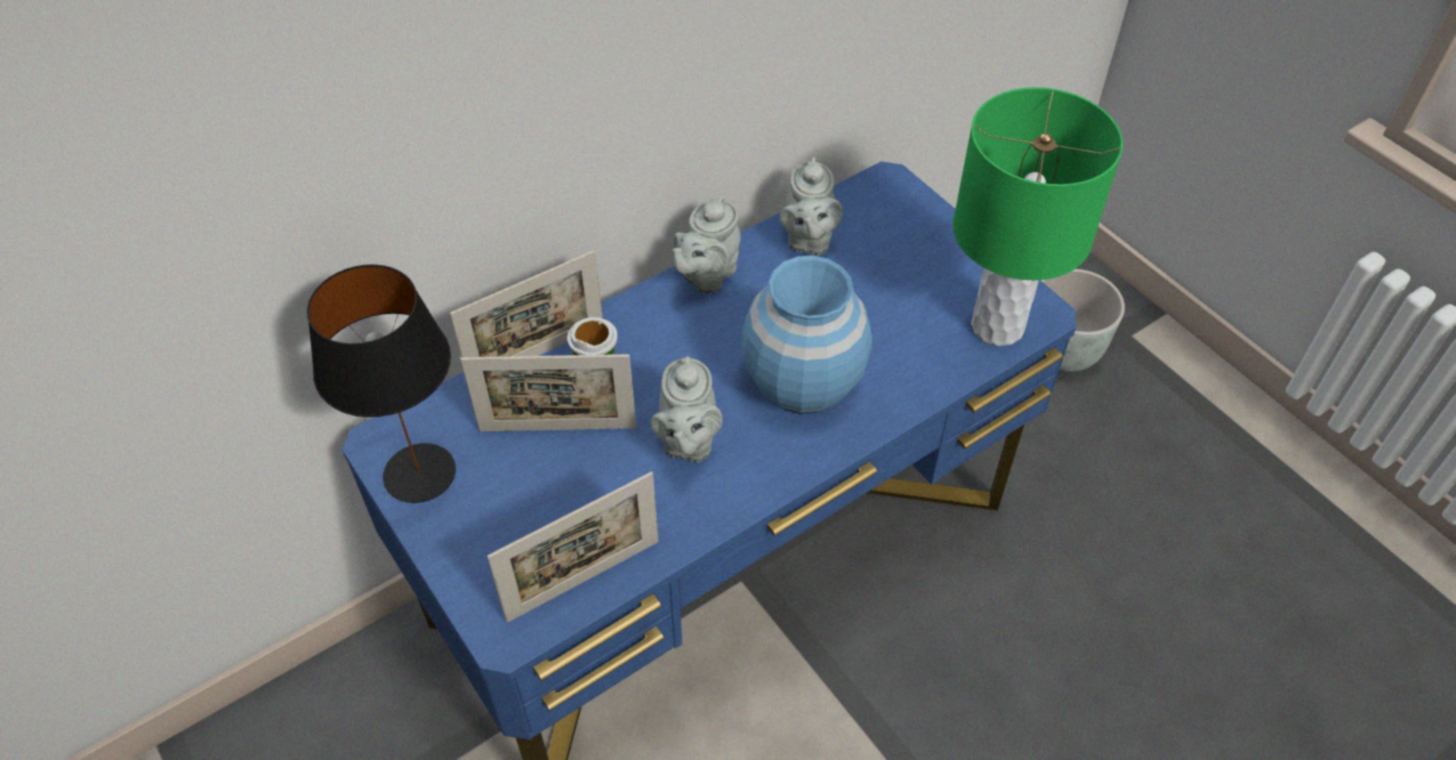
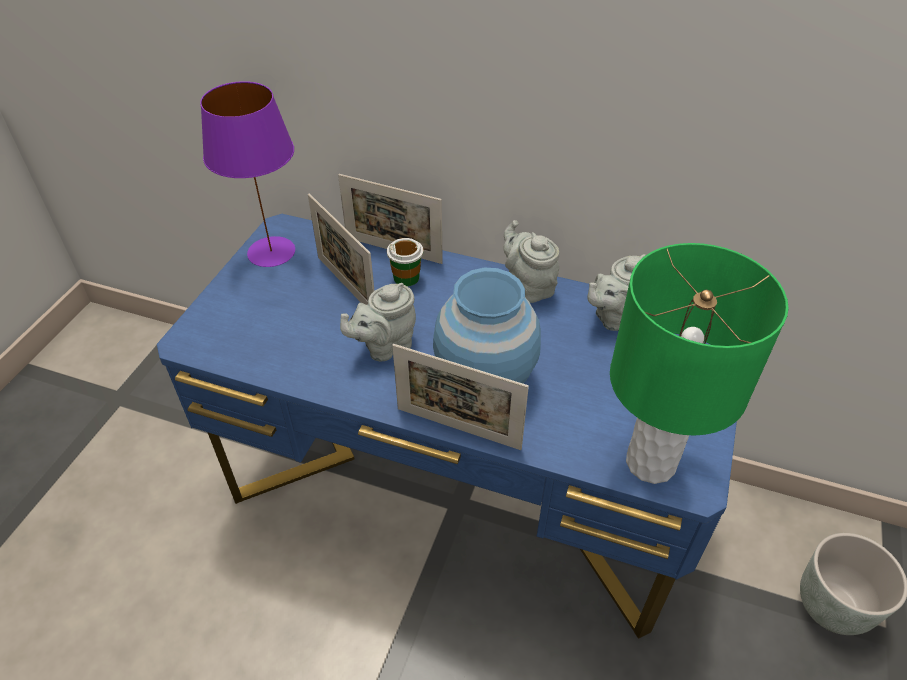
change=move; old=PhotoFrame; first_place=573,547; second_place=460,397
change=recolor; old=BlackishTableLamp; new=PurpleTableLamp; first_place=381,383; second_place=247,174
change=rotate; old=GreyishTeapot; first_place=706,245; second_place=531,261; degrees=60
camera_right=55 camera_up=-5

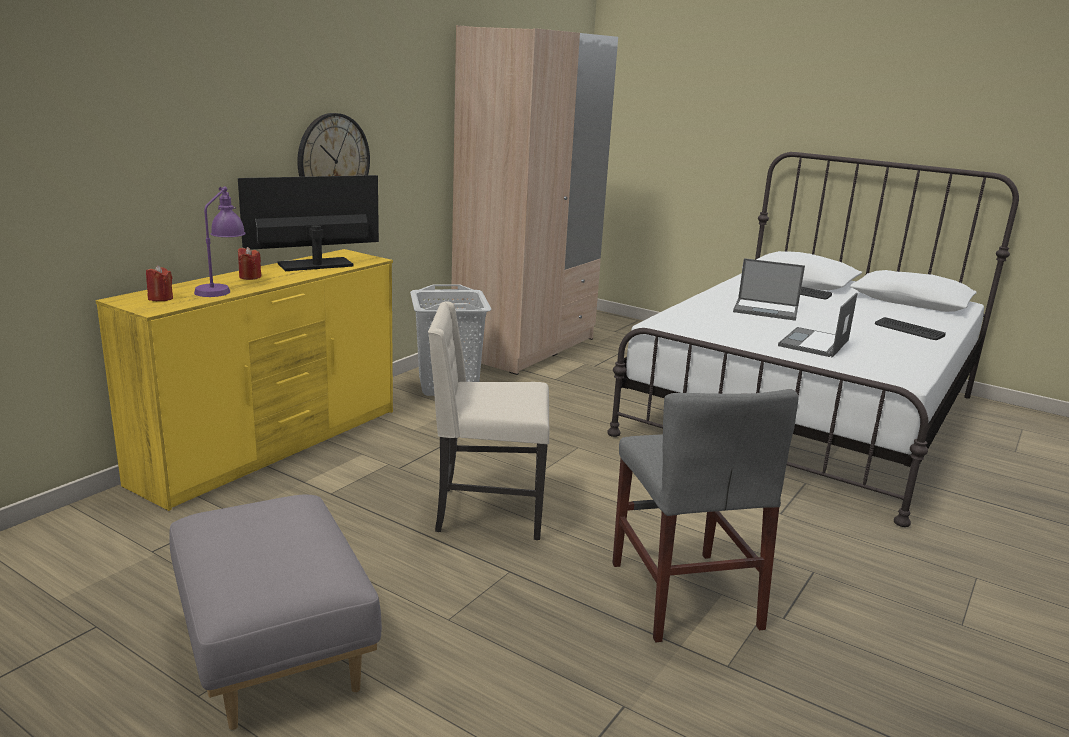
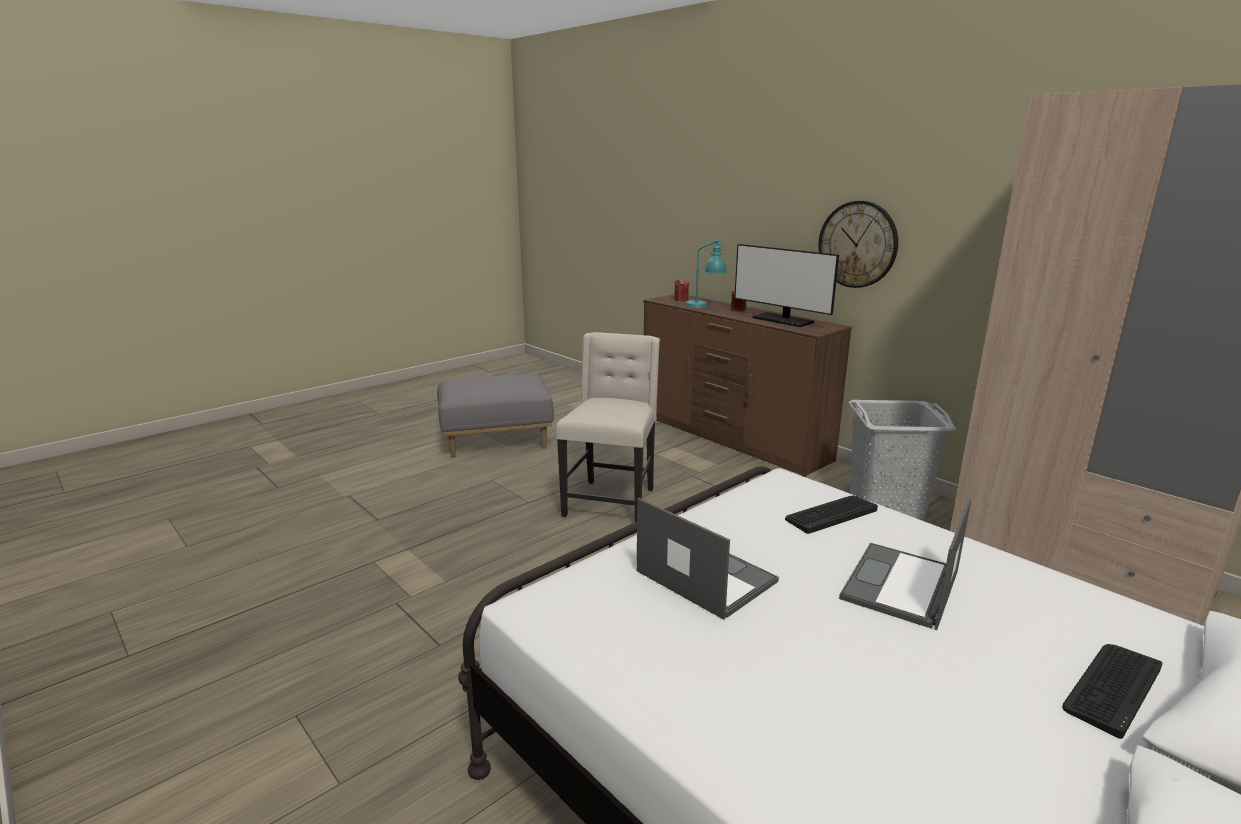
change=delete; old=GreyishPlainChair; first_place=705,515
change=move; old=ComputerKeyboard; first_place=910,328; second_place=831,515
change=recolor; old=YellowColouredChestOfDrawers; new=BrownColouredChestOfDrawers; first_place=244,380; second_place=747,385
change=recolor; old=PurpleTableLamp; new=BlueGreenTableLamp; first_place=220,241; second_place=706,273
change=rotate; old=ComputerScreen; first_place=308,223; second_place=786,285; degrees=150
camera_right=105 camera_up=0

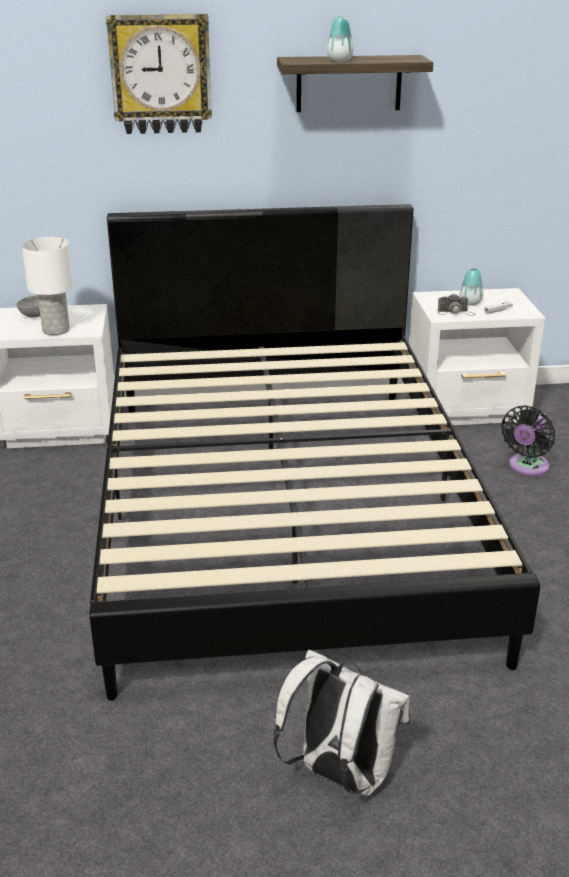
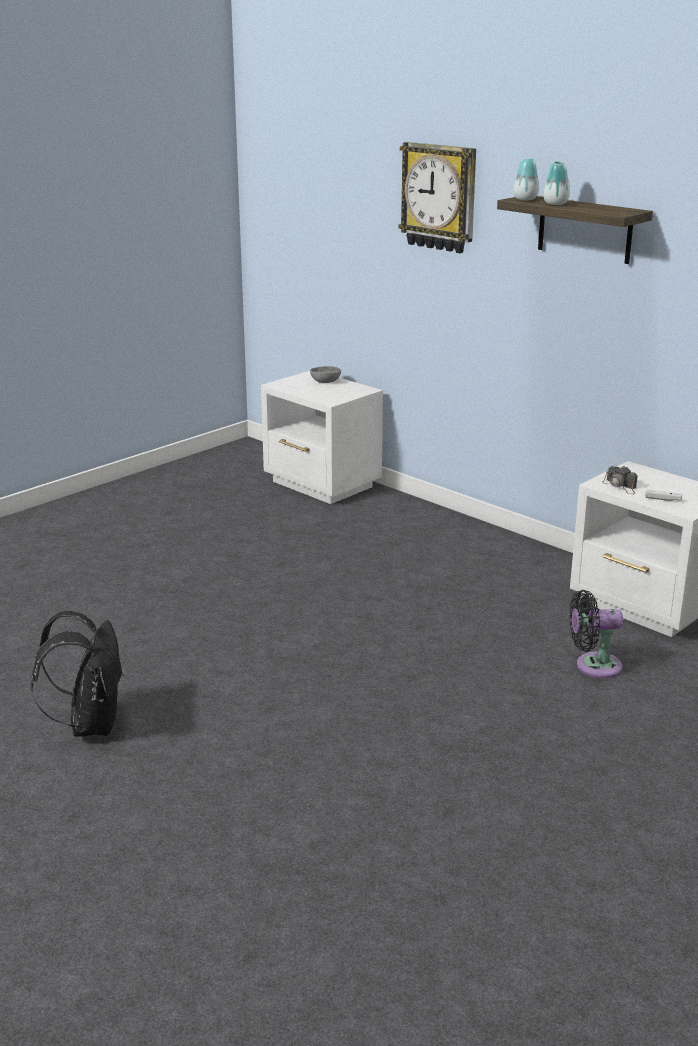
change=delete; old=WhiteColouredTableLamp; first_place=48,286
change=delete; old=BlackishBedroomBed; first_place=314,452
change=move; old=DecorativeVase; first_place=471,287; second_place=526,179
change=recolor; old=WhiteColouredKnapsack; new=BlackishKnapsack; first_place=341,723; second_place=77,673
camera_right=50 camera_up=-5

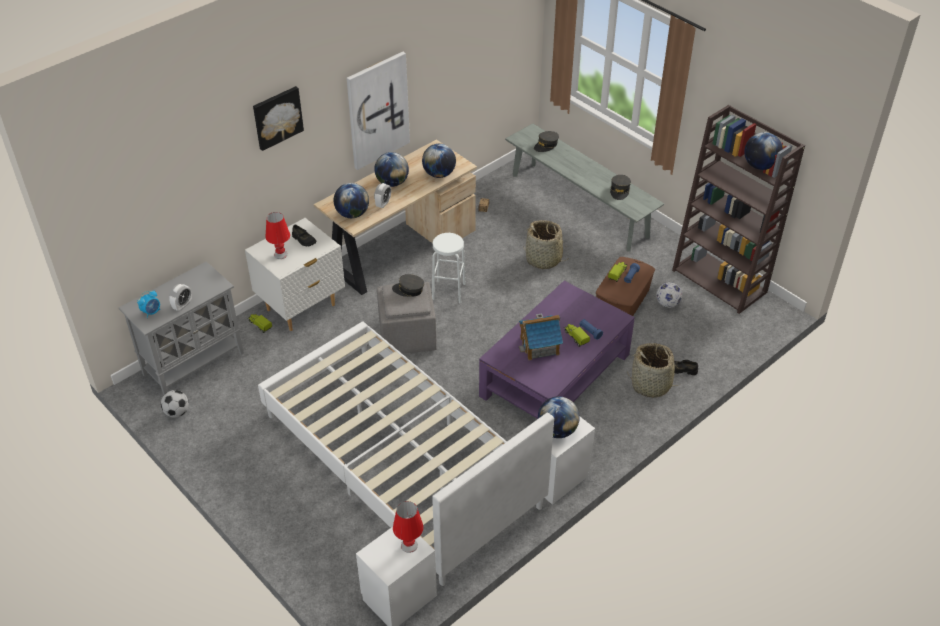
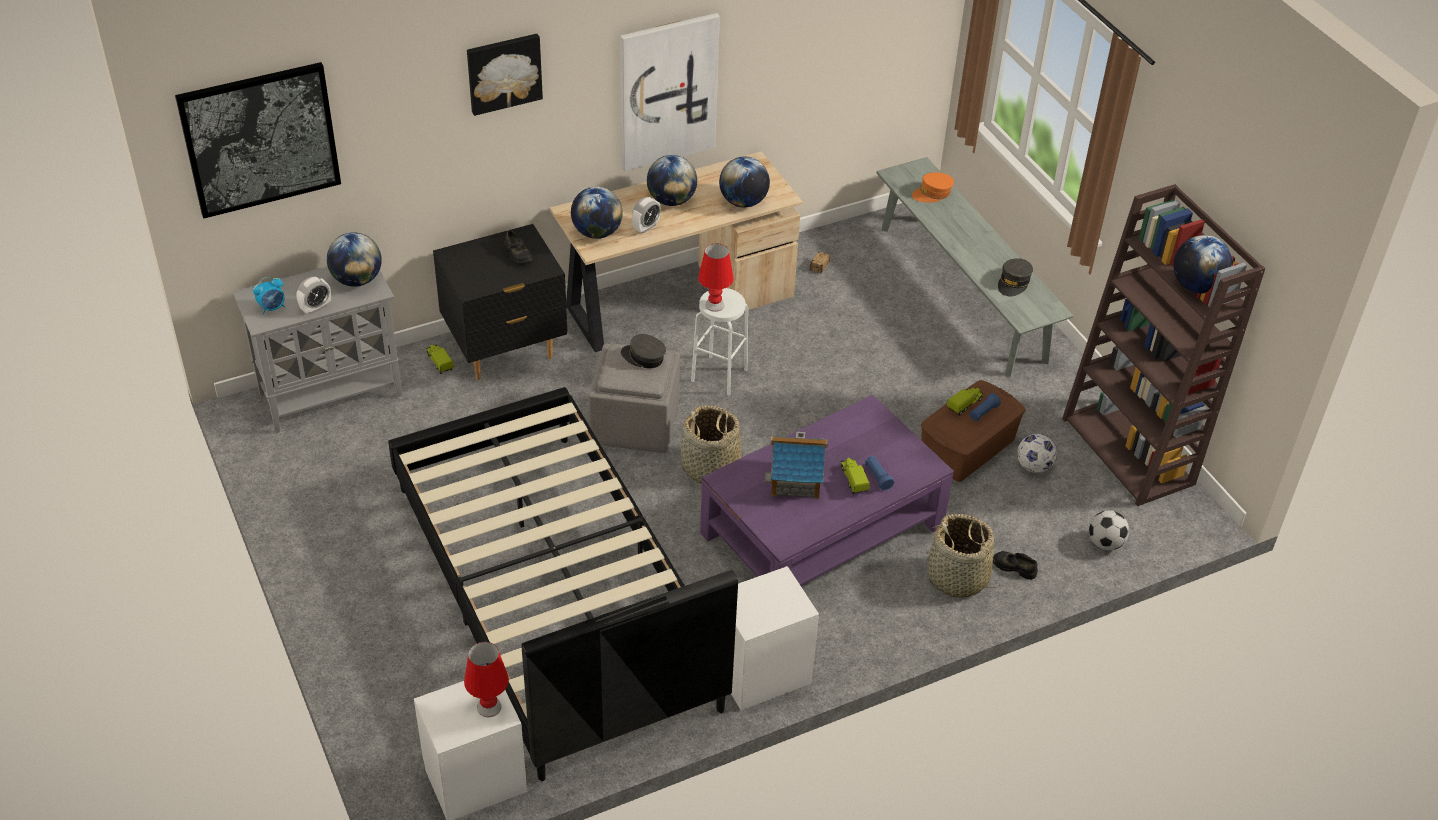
change=insert; new=Picture; second_place=258,140
change=move; old=Football; first_place=175,404; second_place=1109,530
change=move; old=ReddishTableLamp; first_place=278,235; second_place=716,277
change=move; old=StorageBasket; first_place=546,244; second_place=711,444
change=move; old=WorldGlobe; first_place=559,417; second_place=354,259
change=recolor; old=WhiteColouredNightTable; new=BlackishNightTable; first_place=295,274; second_place=500,302
change=recolor; old=WhiteColouredBedroomBed; new=BlackishBedroomBed; first_place=406,453; second_place=563,584
change=recolor; old=GreyishBaseballCap; new=OrangeyBaseballCap; first_place=546,141; second_place=933,187
camera_right=15 camera_up=0

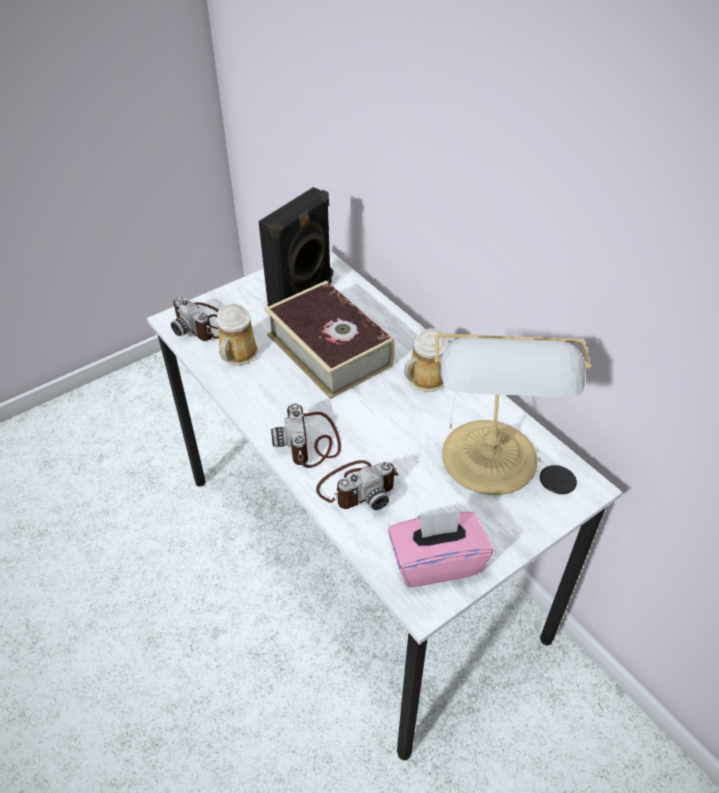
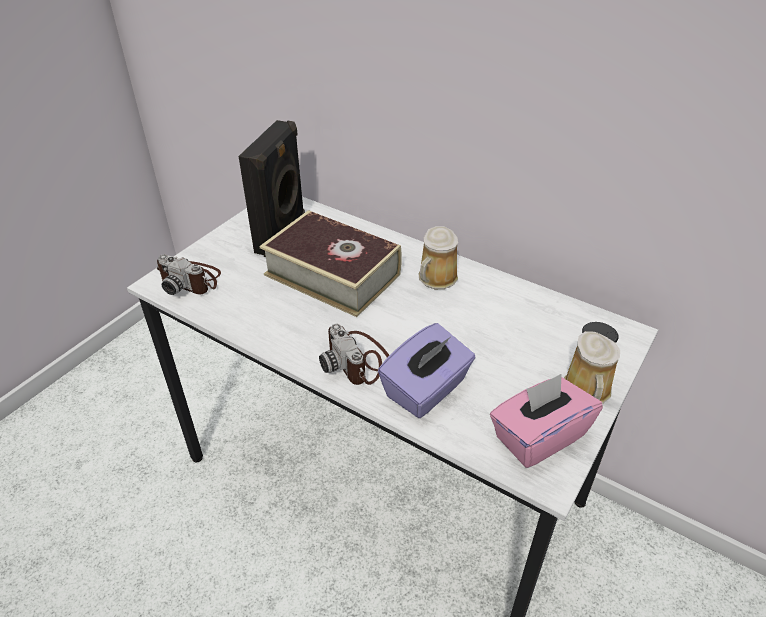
change=delete; old=TableLamp; first_place=512,414
change=move; old=Mug; first_place=237,335; second_place=592,367
change=replace; old=StillCamera; new=PurpleTissueHolder; first_place=357,485; second_place=427,370
camera_right=-20 camera_up=-5

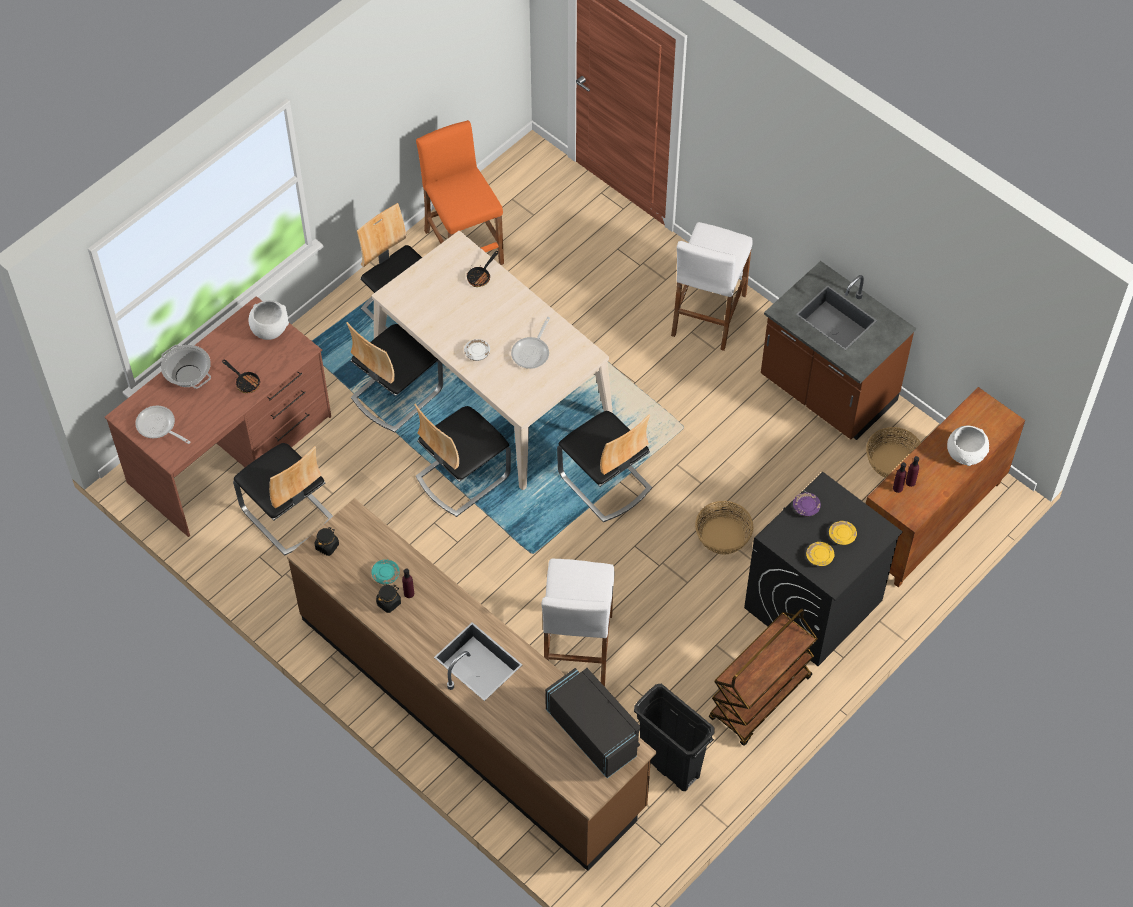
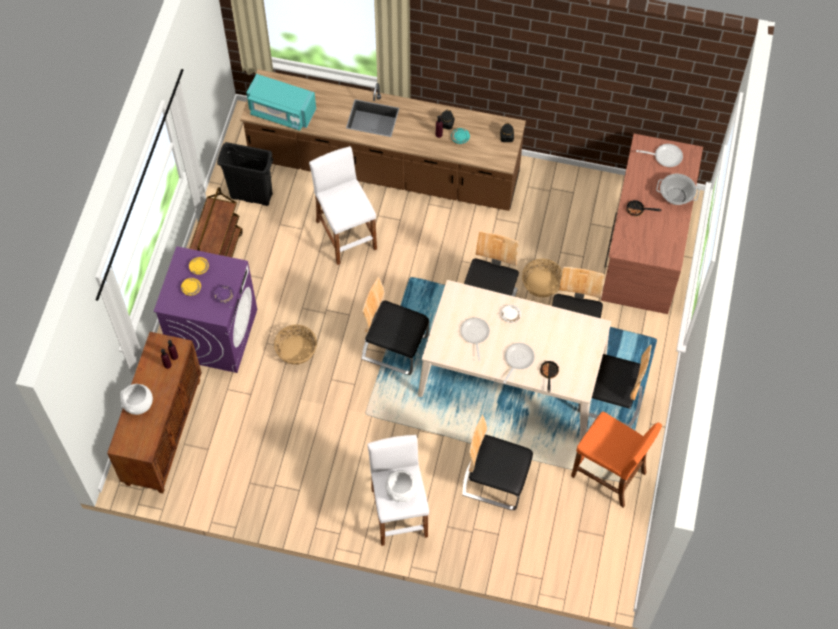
change=delete; old=BrownColouredCounter; first_place=838,350
change=insert; new=FryingPan; second_place=519,363
change=move; old=PlainChair; first_place=283,499; second_place=497,462
change=move; old=WhiteColouredBowl; first_place=268,320; second_place=401,486
change=move; old=StorageBasket; first_place=893,452; second_place=542,277
change=recolor; old=BlackishMicrowaveOven; new=BlueGreenMicrowaveOven; first_place=593,723; second_place=281,102
change=recolor; old=BlackishLaundryMachine; new=PurpleLaundryMachine; first_place=823,569; second_place=205,309
camera_right=150 camera_up=5

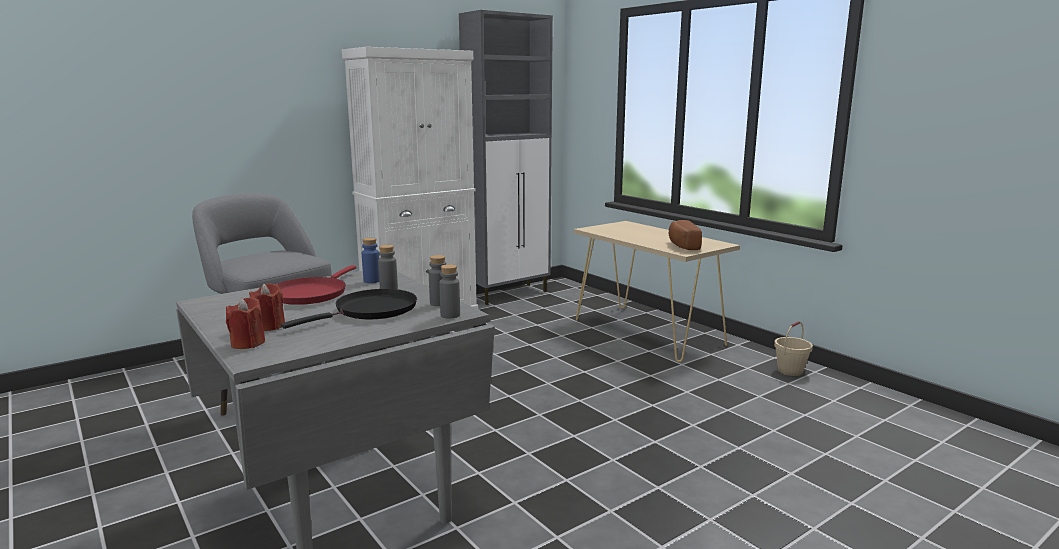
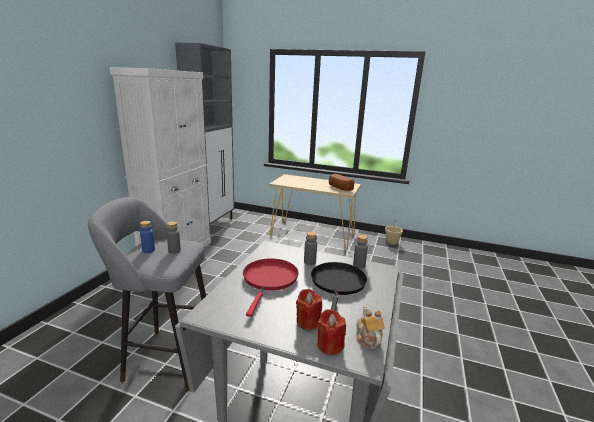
change=insert; new=Teapot; second_place=370,327
change=move; old=BlueColouredDrinkBottle; first_place=370,260; second_place=147,237
change=move; old=GreyishDrinkBottle; first_place=449,291; second_place=174,237
change=rotate; old=ReddishFryingPan; first_place=317,285; second_place=271,287; degrees=-150
camera_right=-35 camera_up=5

